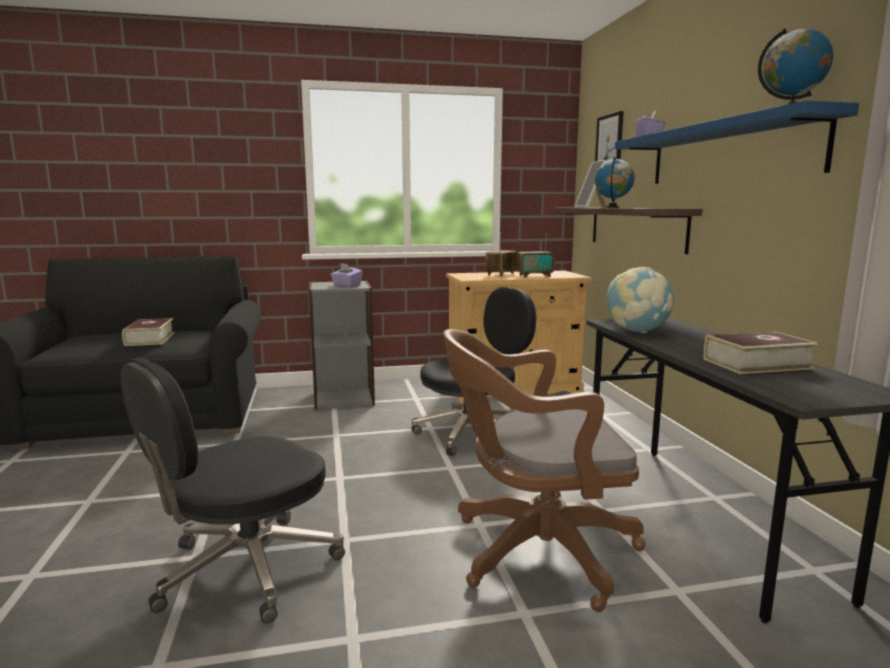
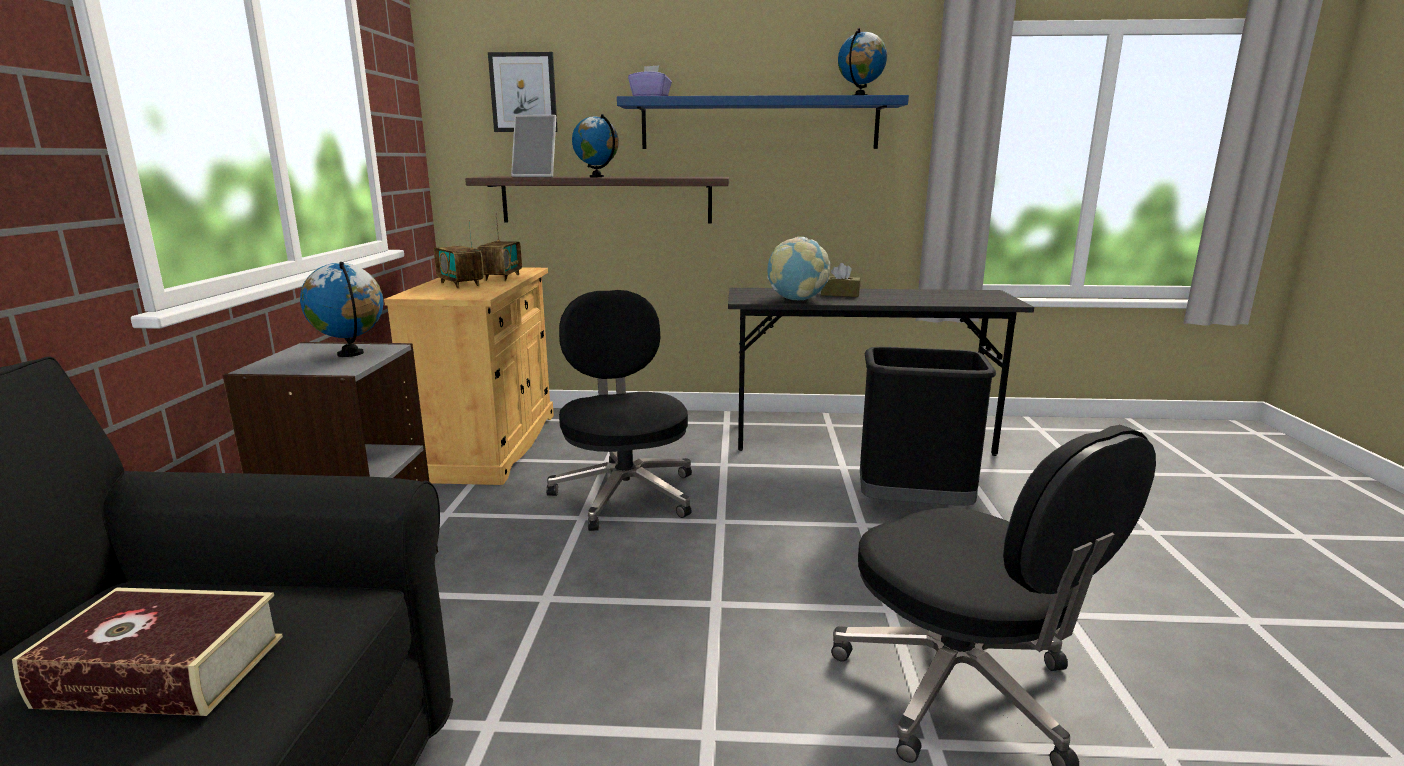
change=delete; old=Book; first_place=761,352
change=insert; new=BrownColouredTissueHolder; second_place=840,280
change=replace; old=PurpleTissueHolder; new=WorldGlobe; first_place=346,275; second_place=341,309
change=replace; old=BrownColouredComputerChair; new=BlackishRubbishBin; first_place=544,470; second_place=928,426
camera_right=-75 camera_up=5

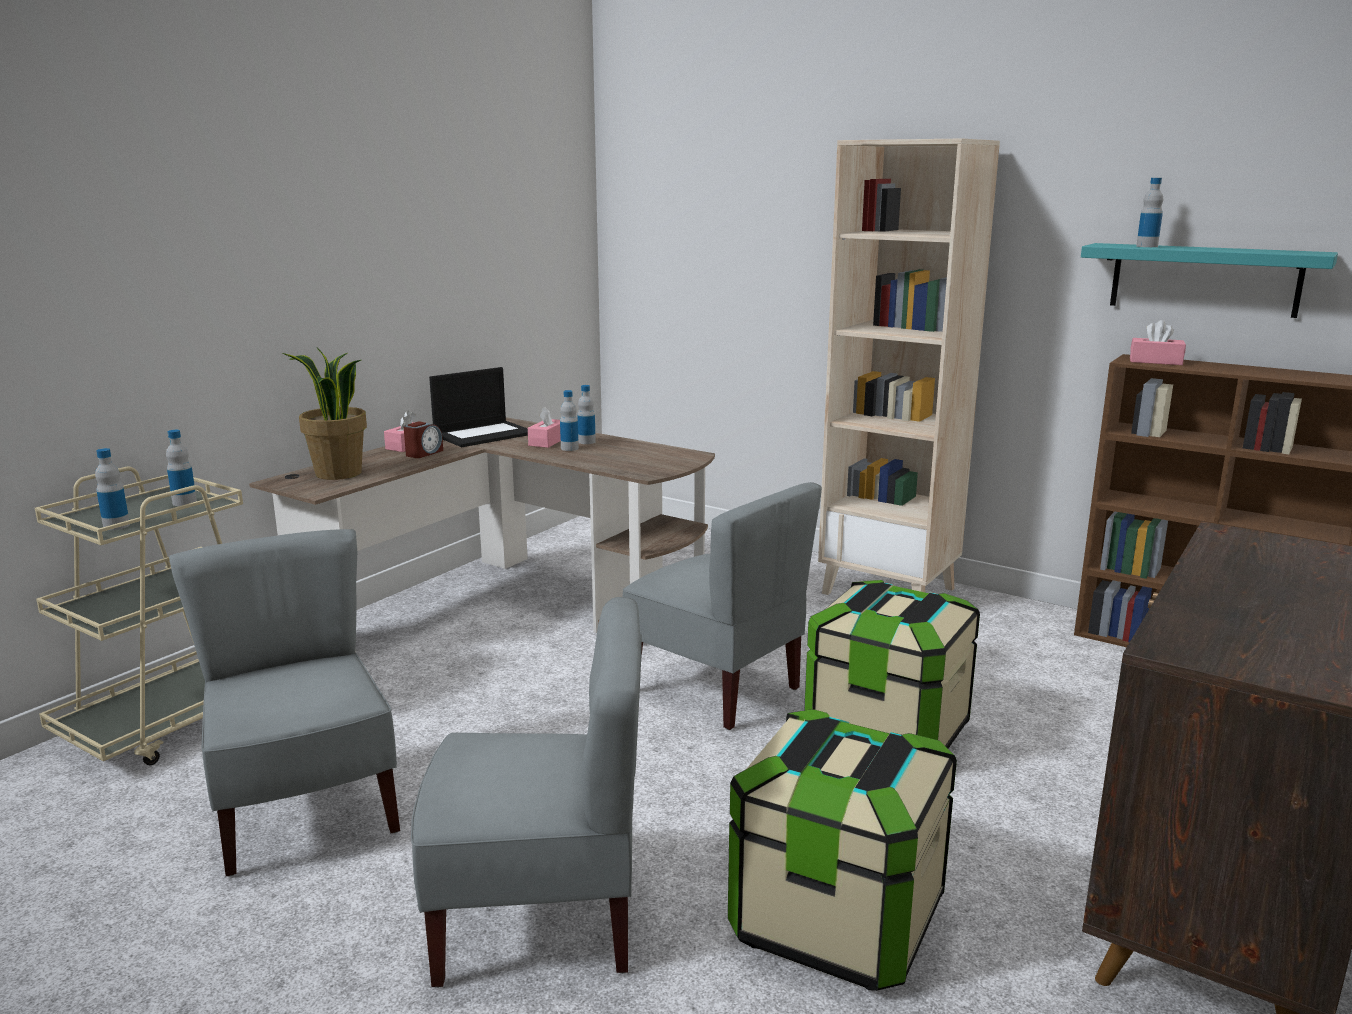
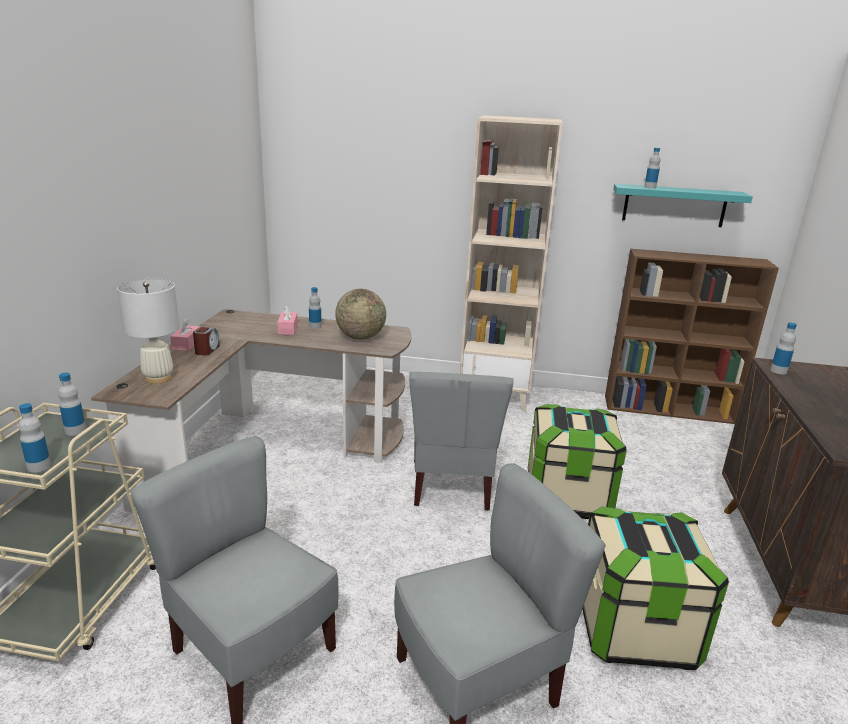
change=delete; old=PortableComputer; first_place=478,407
change=delete; old=PinkTissueHolder; first_place=1158,342
change=insert; new=WorldGlobe; second_place=360,314
change=move; old=DrinkBottle; first_place=569,420; second_place=783,348
change=replace; old=PlantInAPot; new=WhiteColouredTableLamp; first_place=325,414; second_place=148,331
change=rotate; old=GreyishPlainChair; first_place=722,606; second_place=461,441; degrees=75
camera_right=-25 camera_up=5

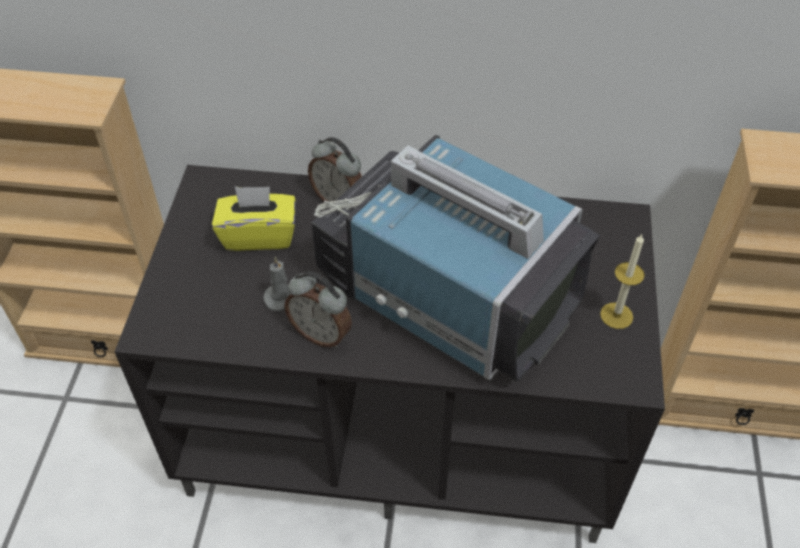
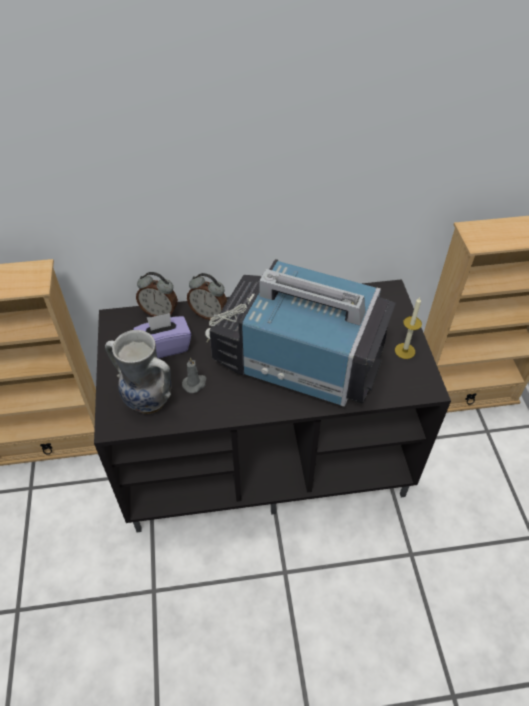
change=insert; new=DecorativeVase; second_place=138,372
change=move; old=AlarmClock; first_place=318,309; second_place=157,294
change=recolor; old=YellowColouredTissueHolder; new=PurpleTissueHolder; first_place=254,218; second_place=162,336
camera_right=-15 camera_up=0

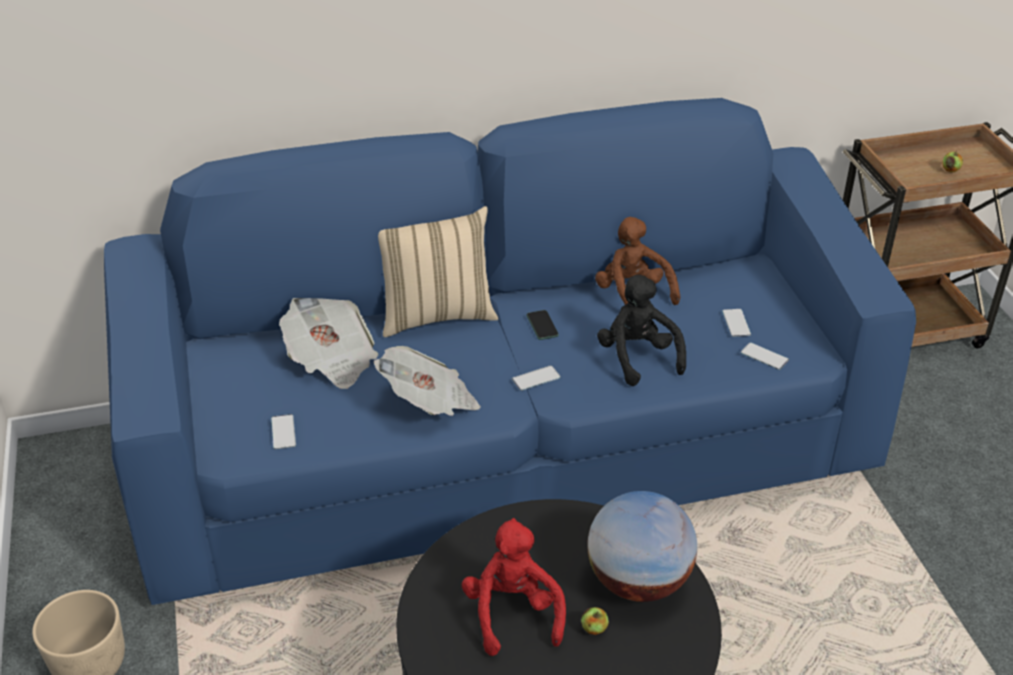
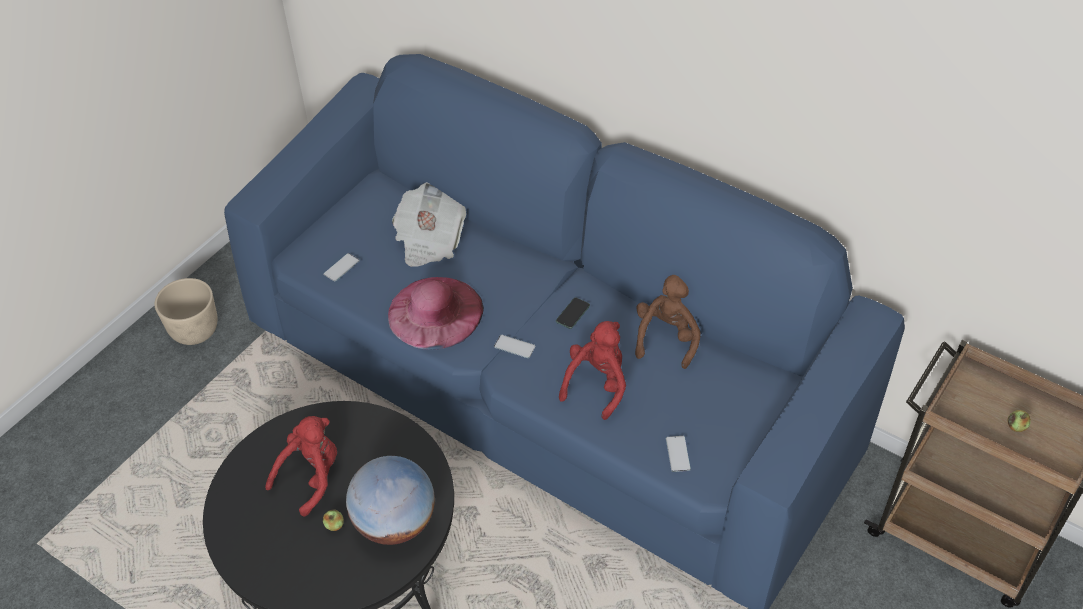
change=delete; old=BeigeThrowPillow; first_place=438,271
change=delete; old=Telephone; first_place=736,323
change=replace; old=Newspaper; new=PinkHat; first_place=427,381; second_place=436,313
change=recolor; old=BlackishCuddlyToy; new=ReddishCuddlyToy; first_place=641,330; second_place=592,370
camera_right=50 camera_up=10

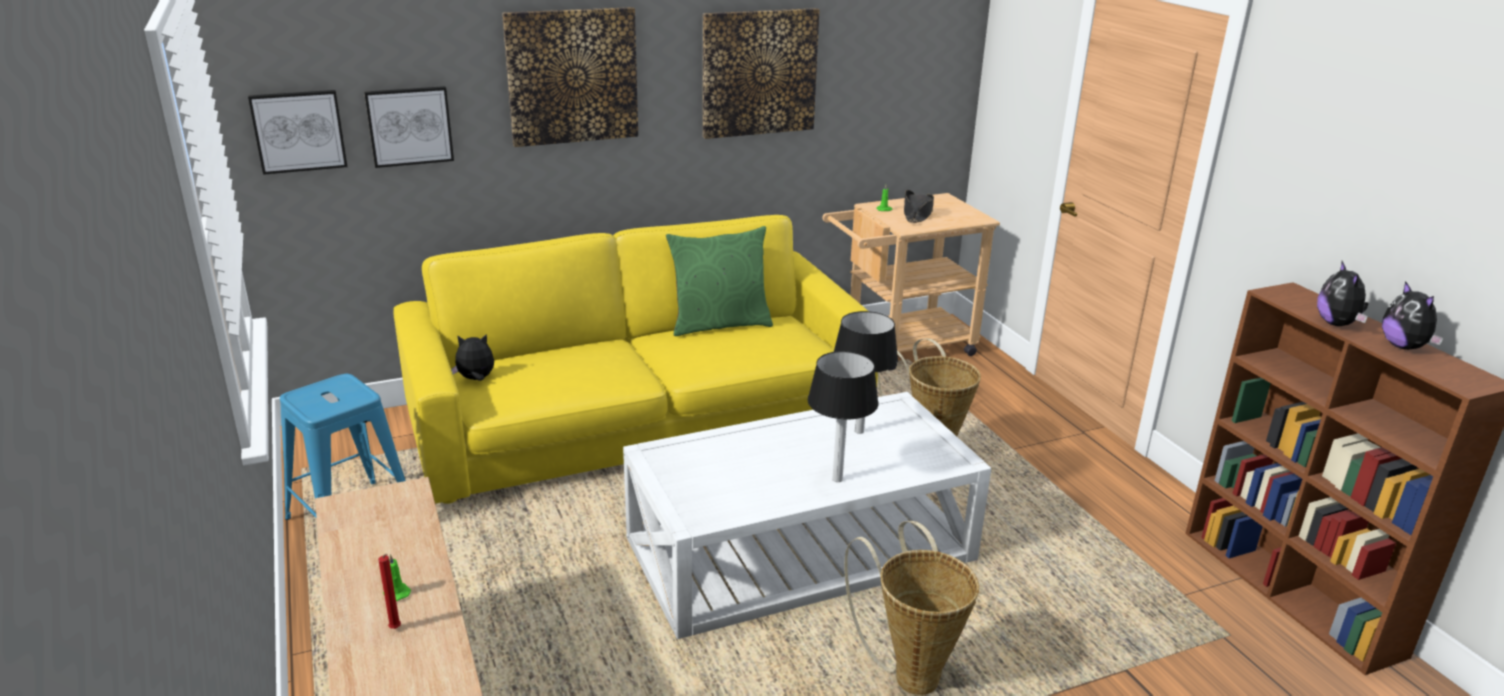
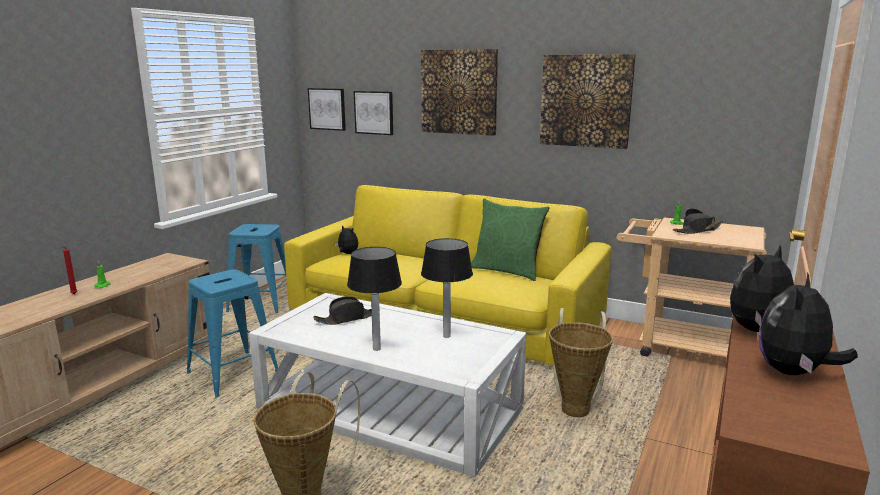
change=insert; new=BlueColouredSittingStool; second_place=232,333
change=insert; new=BlackishHat; second_place=342,310
camera_right=50 camera_up=-10

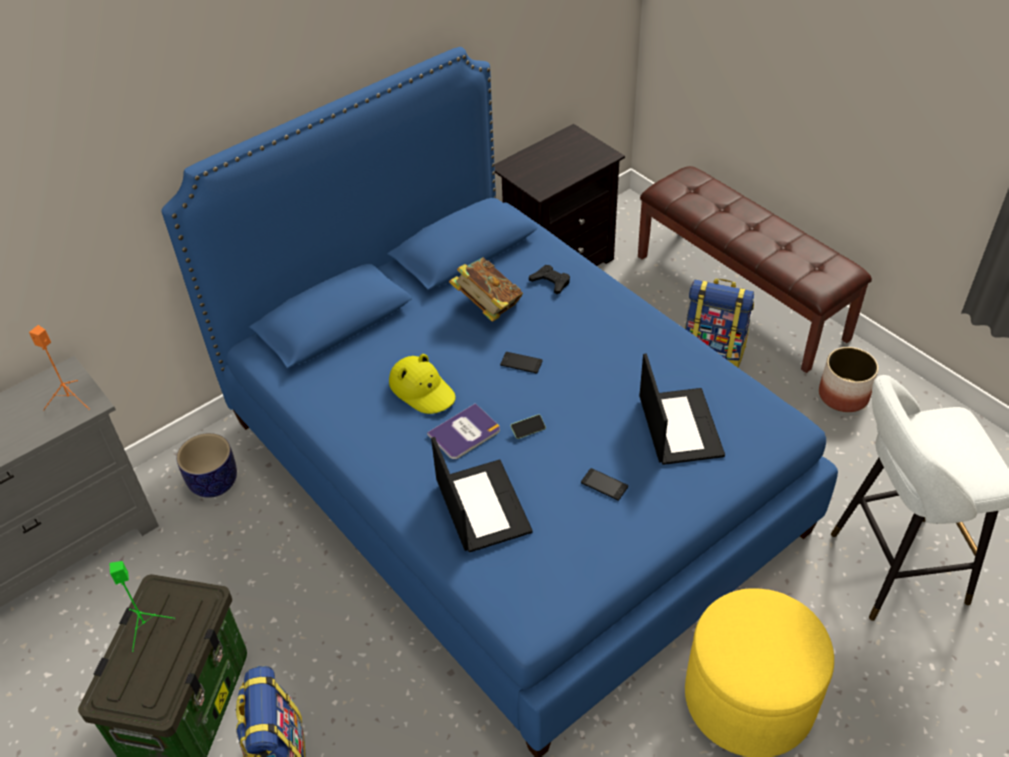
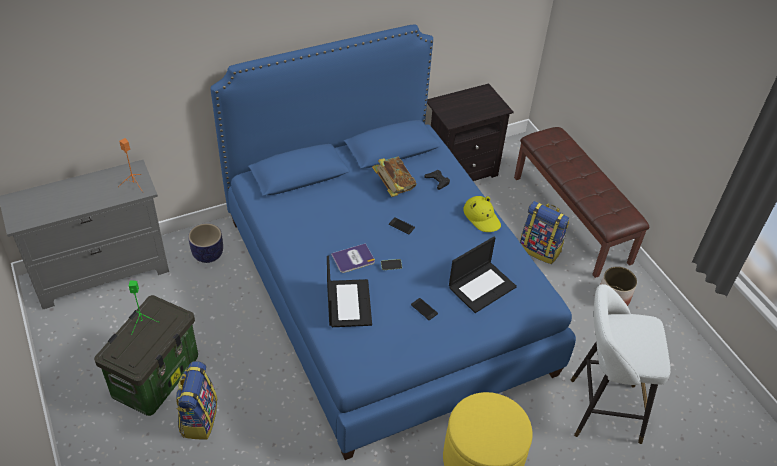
change=move; old=YellowColouredHat; first_place=422,384; second_place=482,214
change=rotate; old=PortableComputer; first_place=682,409; second_place=483,275; degrees=45
camera_right=10 camera_up=0

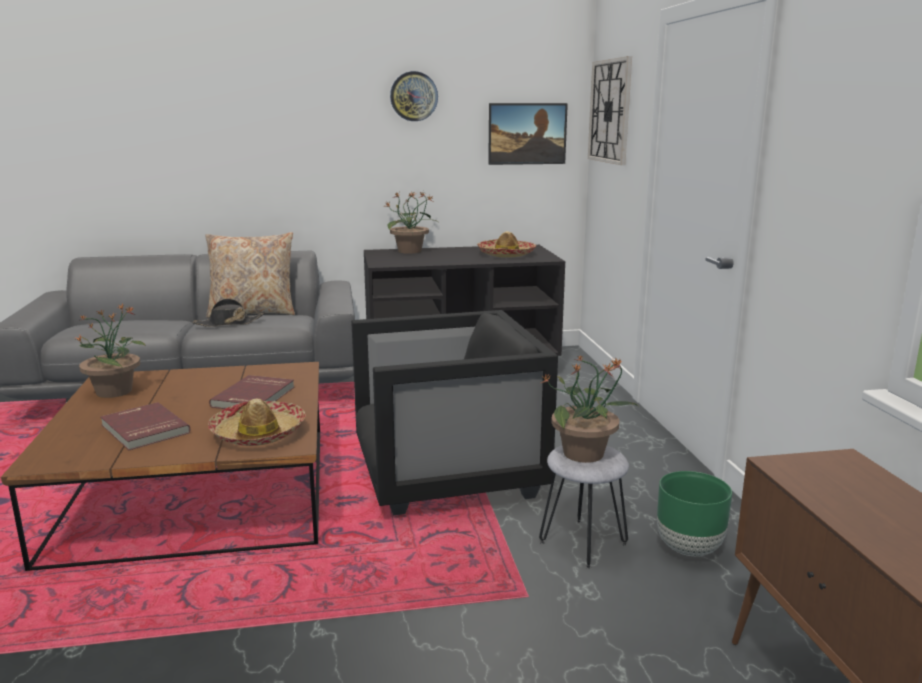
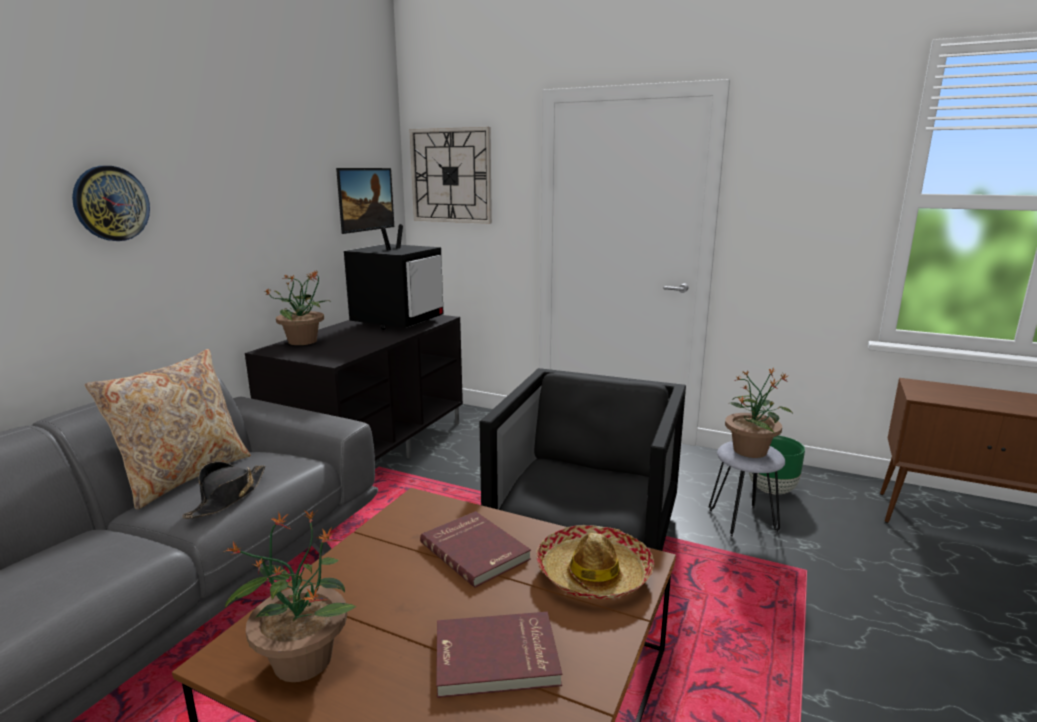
change=move; old=ClockOnTheWall; first_place=414,96; second_place=111,203
change=replace; old=Hat; new=Tv; first_place=506,244; second_place=394,277
camera_right=-55 camera_up=0

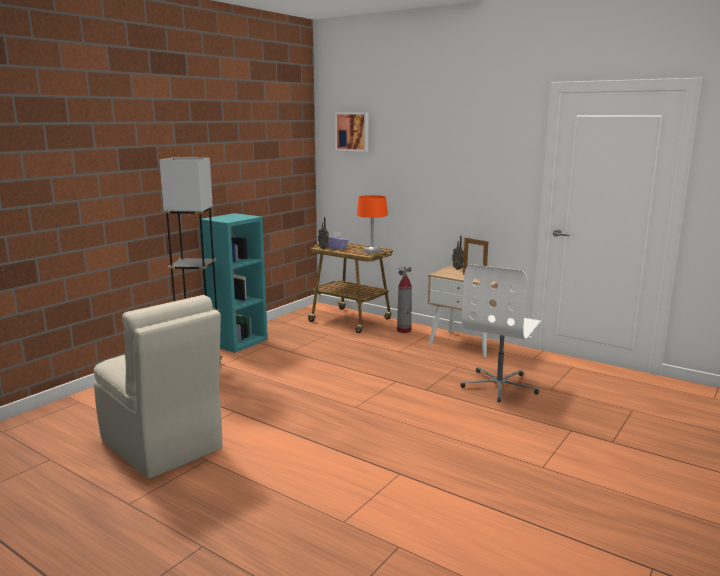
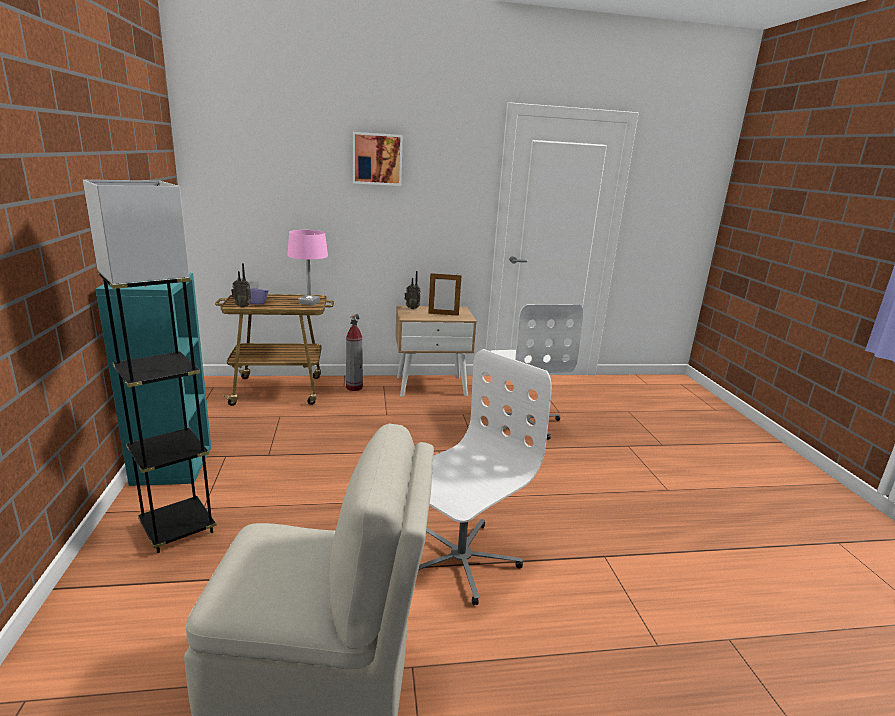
change=insert; new=WhiteColouredComputerChair; second_place=485,477
change=move; old=Picture; first_place=351,132; second_place=378,159
change=recolor; old=OrangeyTableLamp; new=PinkTableLamp; first_place=372,224; second_place=308,268
camera_right=-45 camera_up=5

